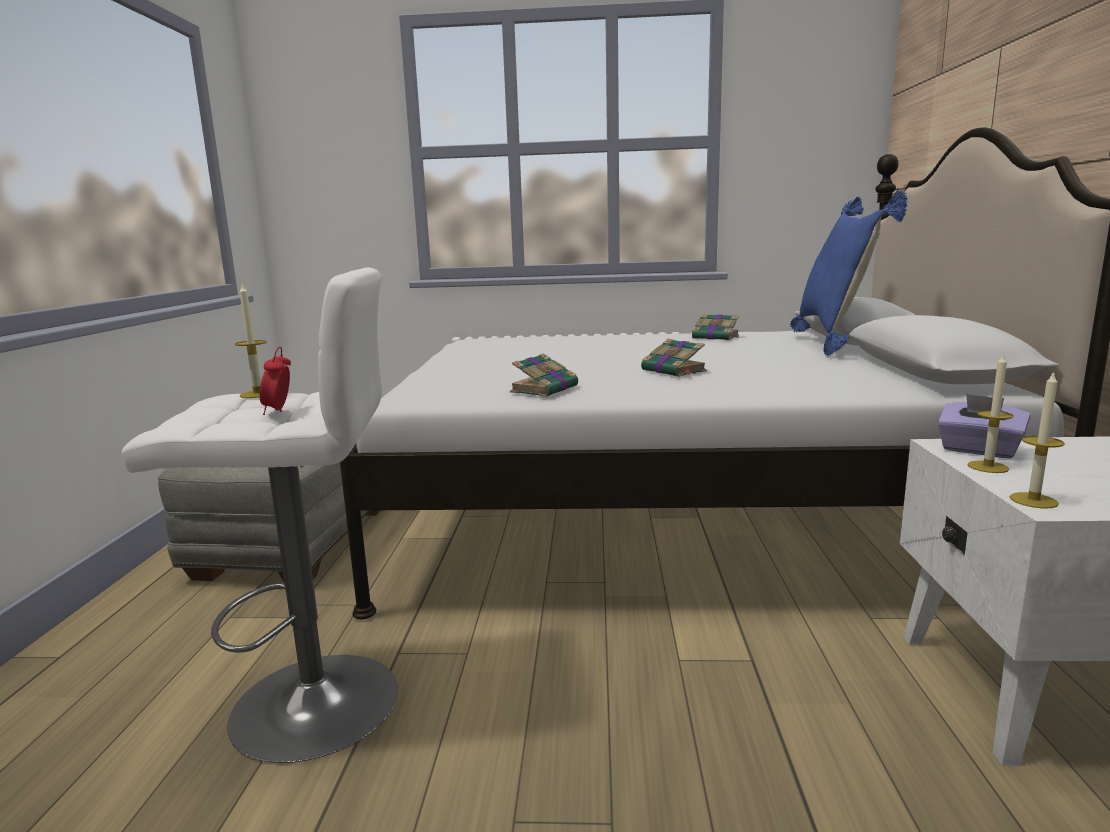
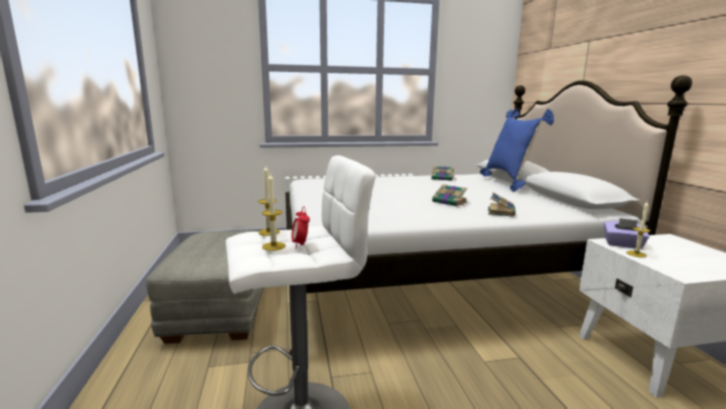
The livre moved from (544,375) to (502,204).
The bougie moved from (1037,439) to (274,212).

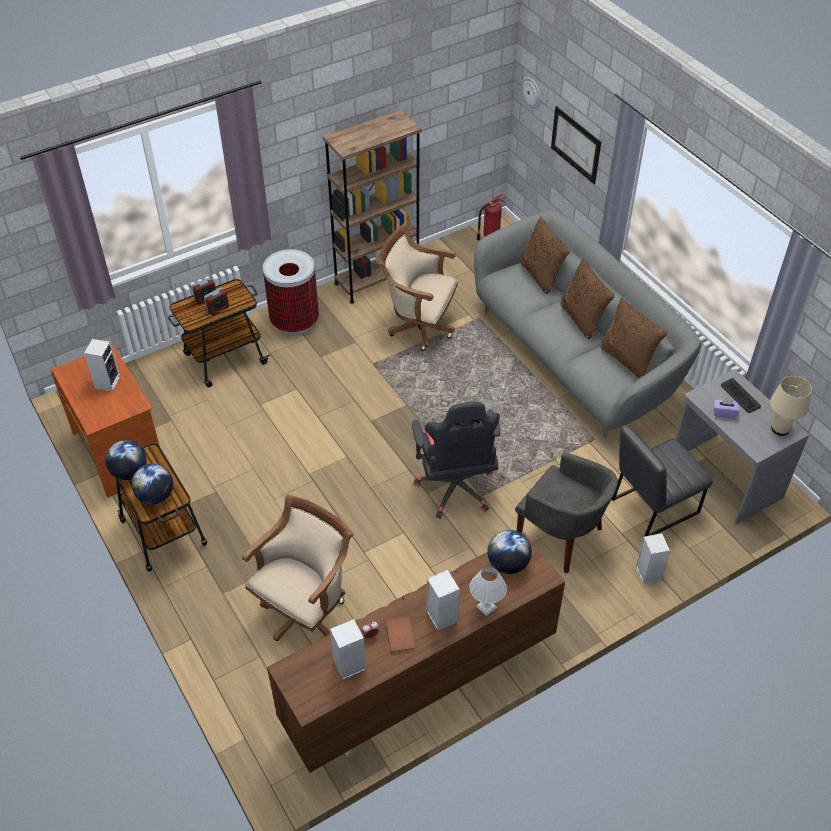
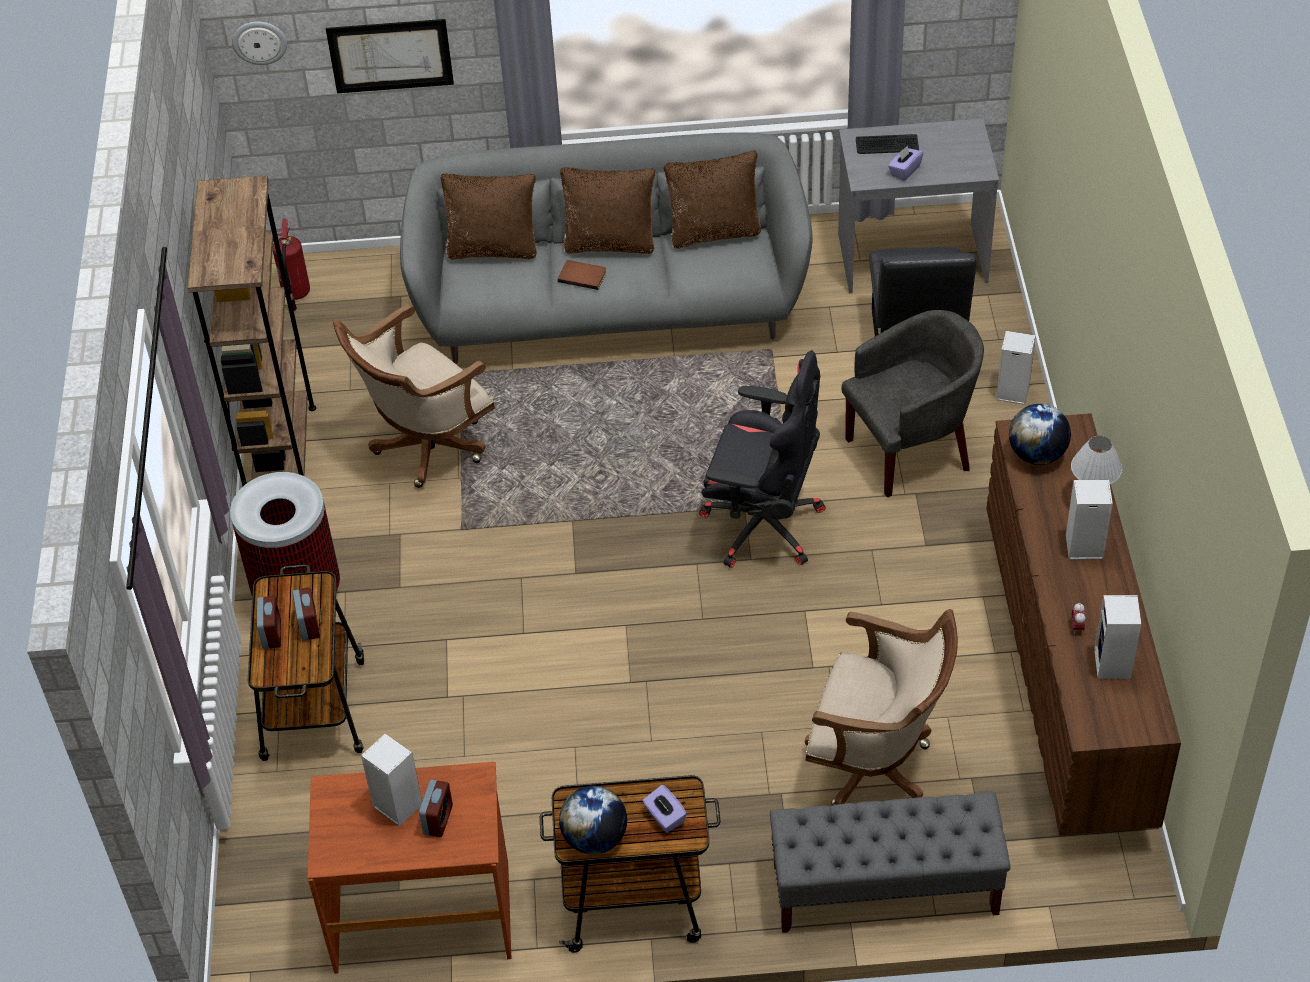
The lampe de table/beige at (791,406) disappeared.
The réveil at (436,808) appeared.
The banc/gris at (890,862) appeared.
The livre/marron moved from (400,635) to (582,275).
The globe at (152,484) was replaced by the boîte à mouchoirs/violet at (665,809).
The chaise de bureau at (297,567) turned 135 degrees clockwise.

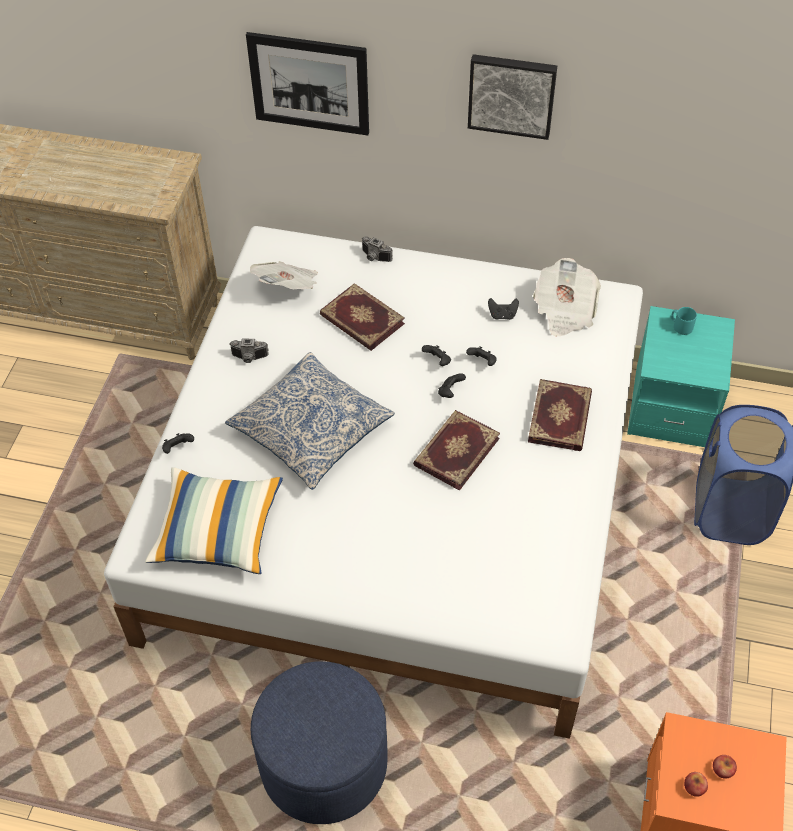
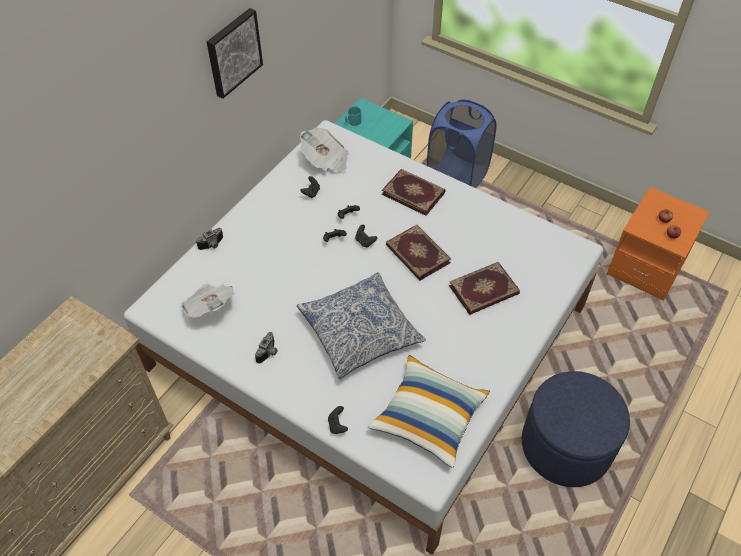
The tableau at (307,83) disappeared.
The livre moved from (362,317) to (484,288).

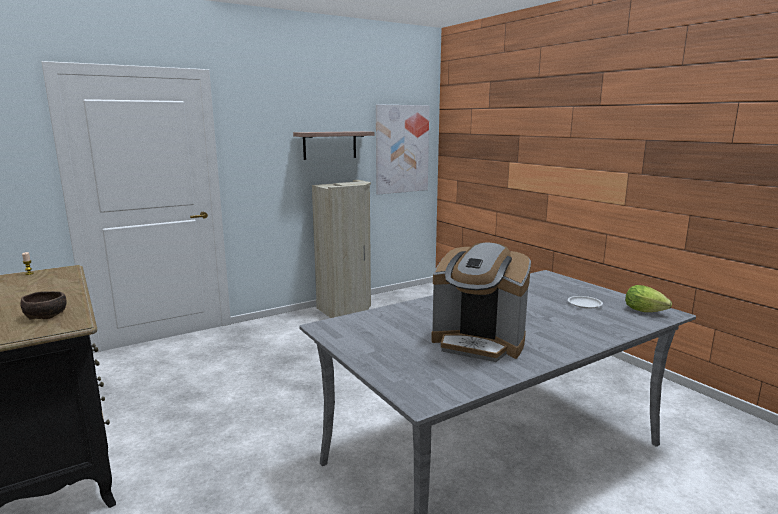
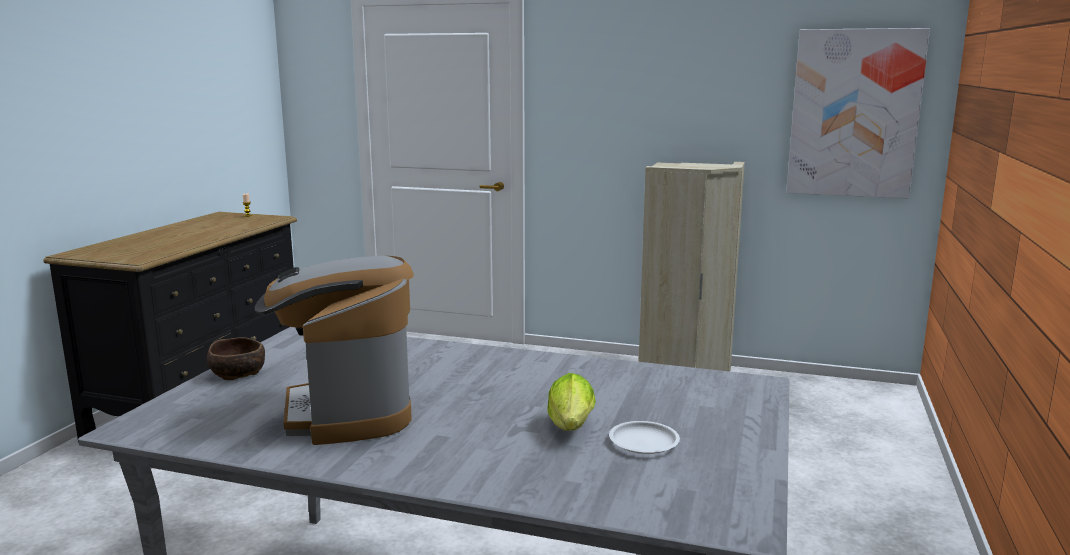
The étagère at (334,145) disappeared.
The bol/marron moved from (44,305) to (236,358).
The laitue moved from (648,298) to (572,402).

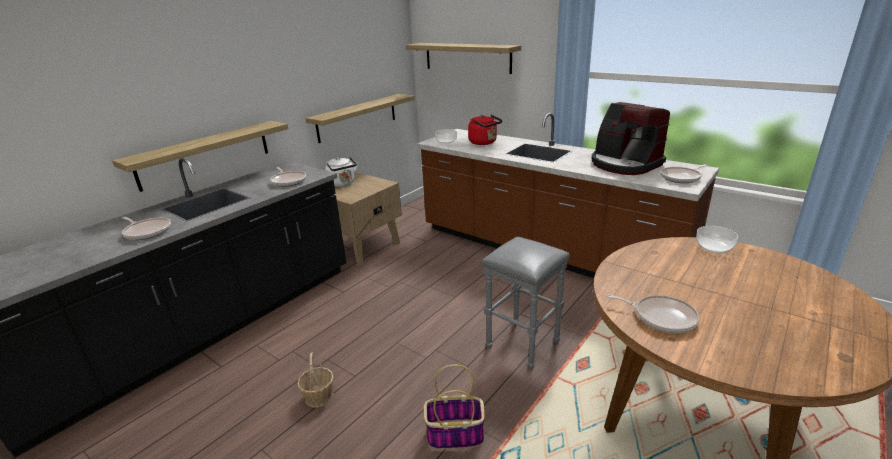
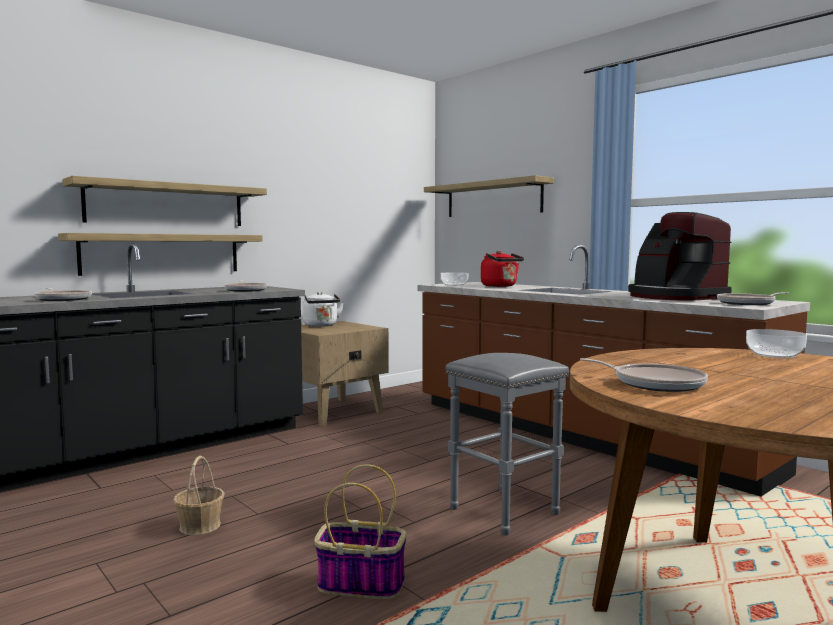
The étagère moved from (360,118) to (164,201).

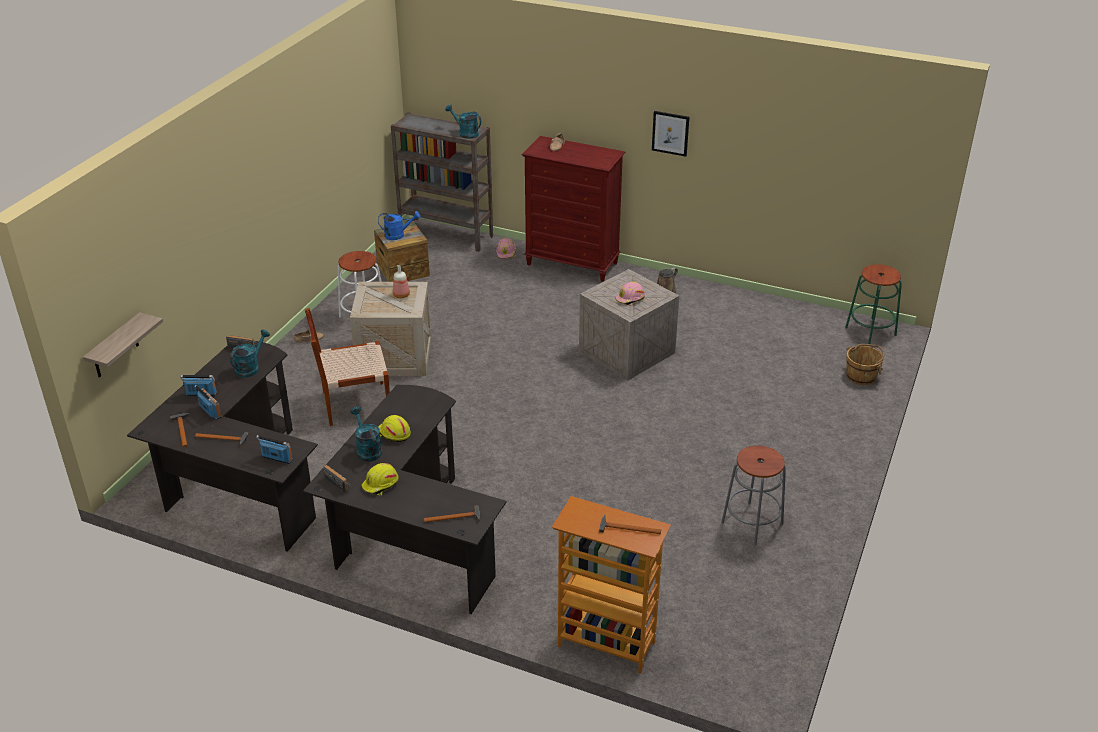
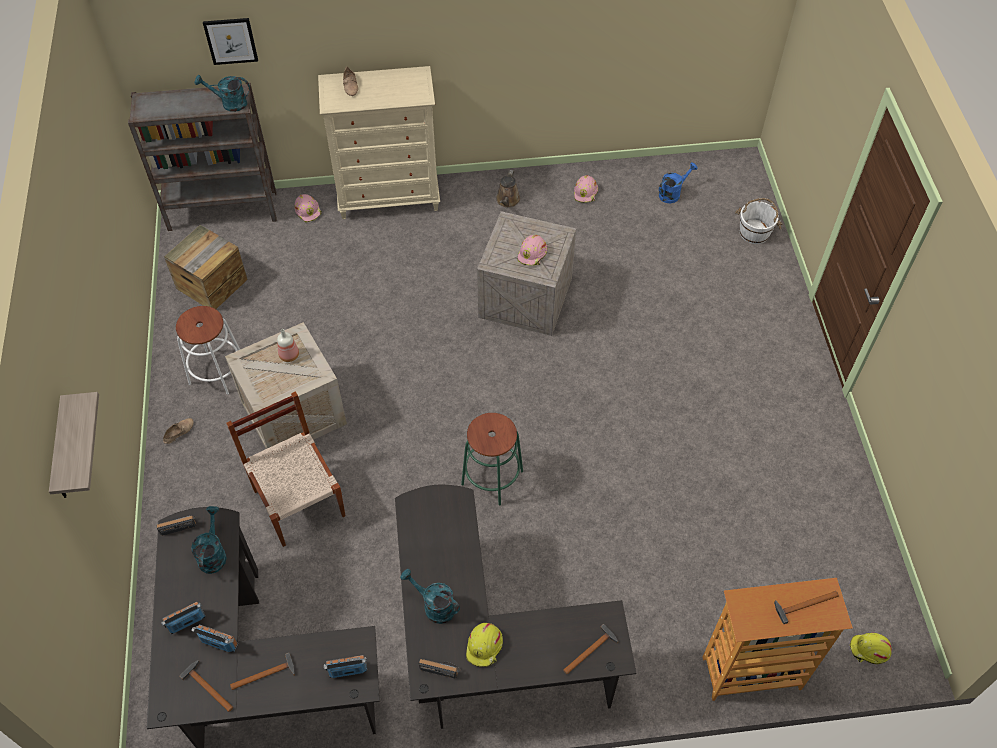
The tabouret/gris at (753,495) disappeared.
The casque de chantier/rose at (586,189) appeared.
The étagère moved from (123,345) to (74,445).
The arrosoir/bleu moved from (399,225) to (678,183).
The casque de chantier/jaune moved from (394,428) to (871,648).
The tableau moved from (670,134) to (230,41).
The tabouret/vert moved from (873,304) to (492,459).
The commode/rouge at (573,209) became the commode/beige at (379,142).
The seau/marron at (865,364) became the seau/blanc at (758,221).
The chaise at (347,367) turned 105 degrees clockwise.

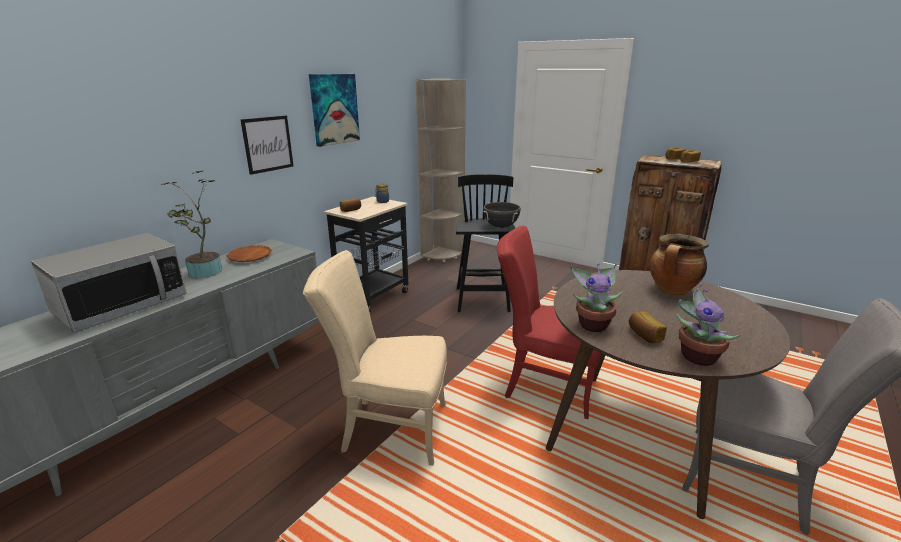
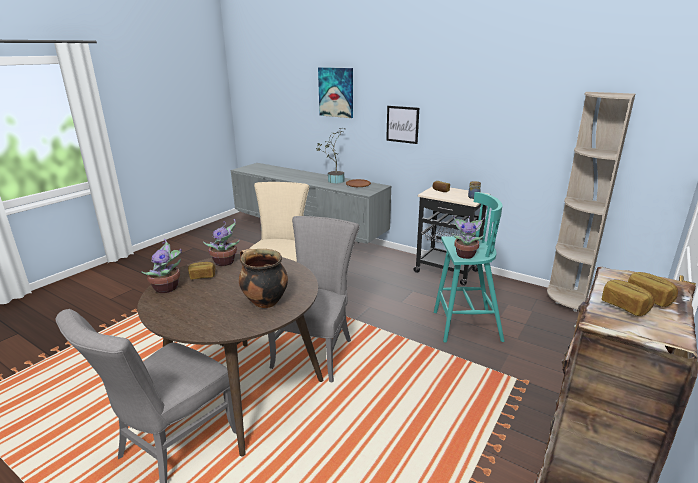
The micro-ondes at (109,283) disappeared.
The tableau moved from (334,110) to (335,92).
The marmite/noir at (502,215) was replaced by the plante en pot at (468,237).
The tabouret/noir at (485,243) became the tabouret/turquoise at (469,267).
The chaise/rouge at (549,322) became the chaise/gris at (314,299).

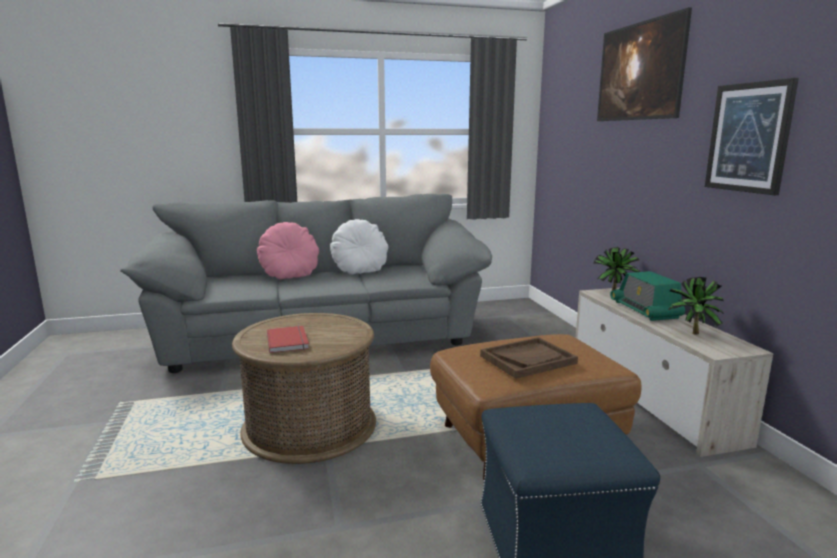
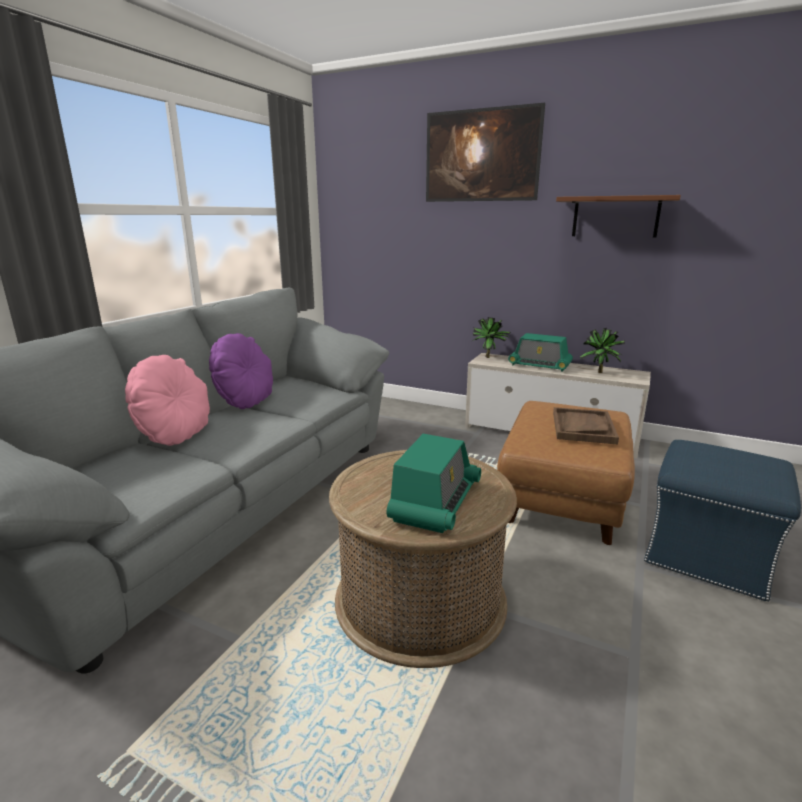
The livre/rouge at (288,339) was replaced by the radio at (434,483).
The tableau at (752,136) was replaced by the étagère/marron at (618,216).
The coussin/blanc at (359,246) became the coussin/violet at (241,371).

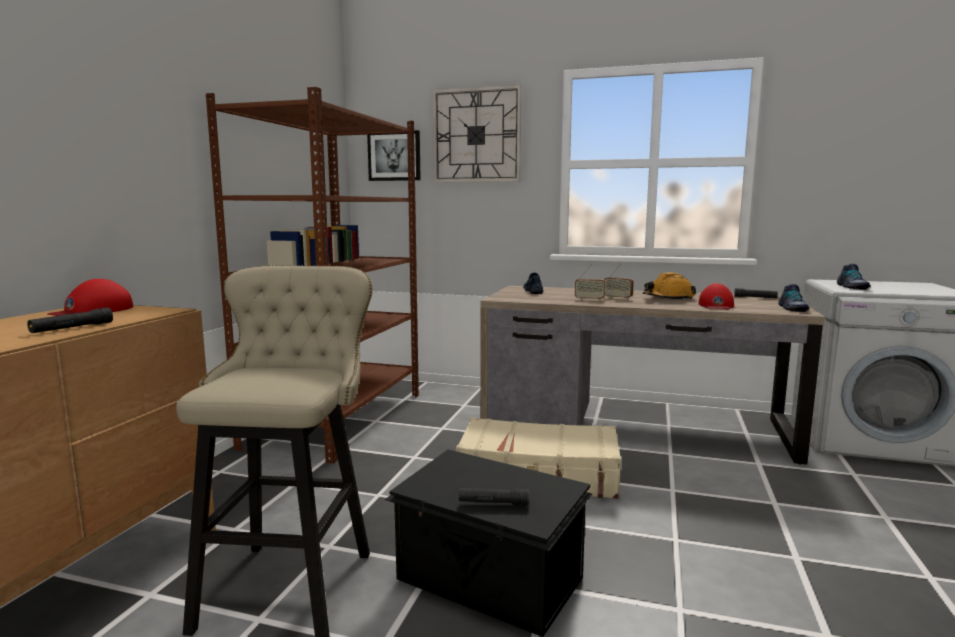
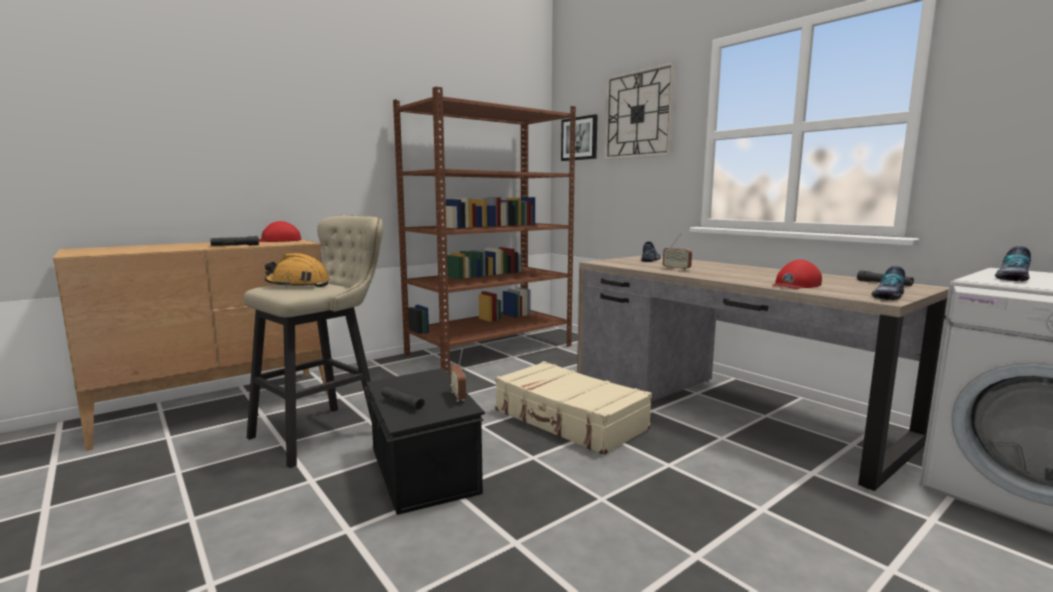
The radio moved from (619,281) to (458,375).
The casque de chantier/orange moved from (669,286) to (297,270).

